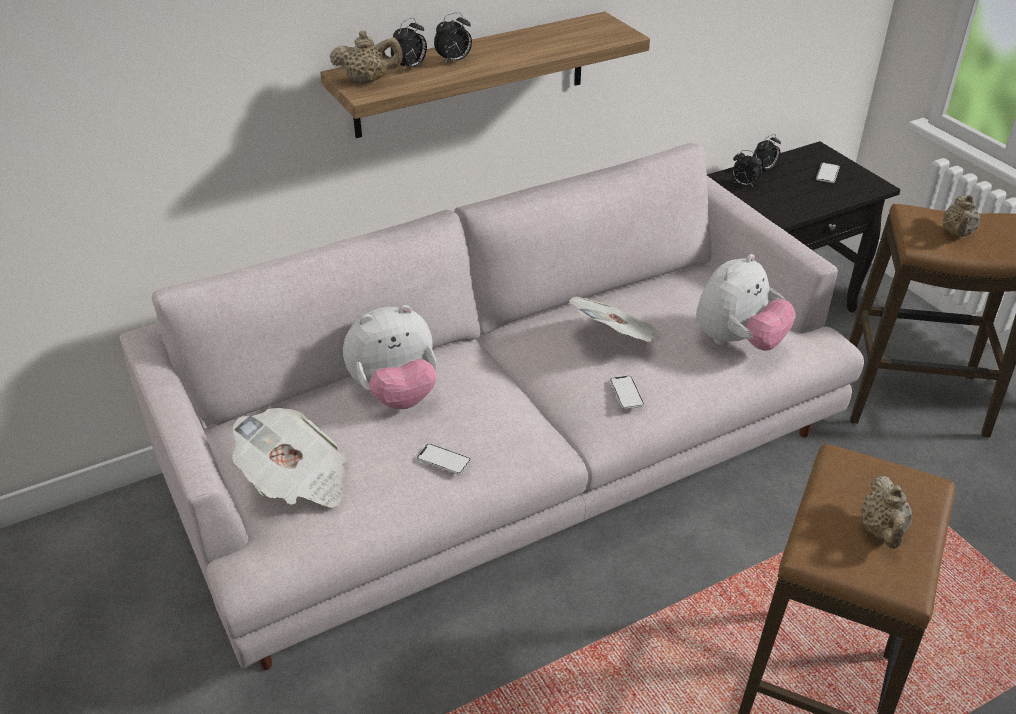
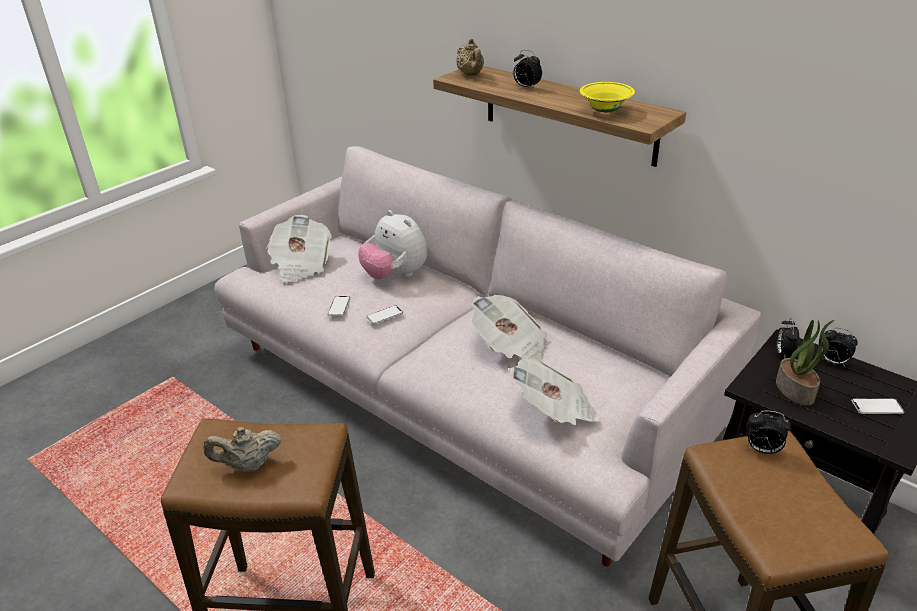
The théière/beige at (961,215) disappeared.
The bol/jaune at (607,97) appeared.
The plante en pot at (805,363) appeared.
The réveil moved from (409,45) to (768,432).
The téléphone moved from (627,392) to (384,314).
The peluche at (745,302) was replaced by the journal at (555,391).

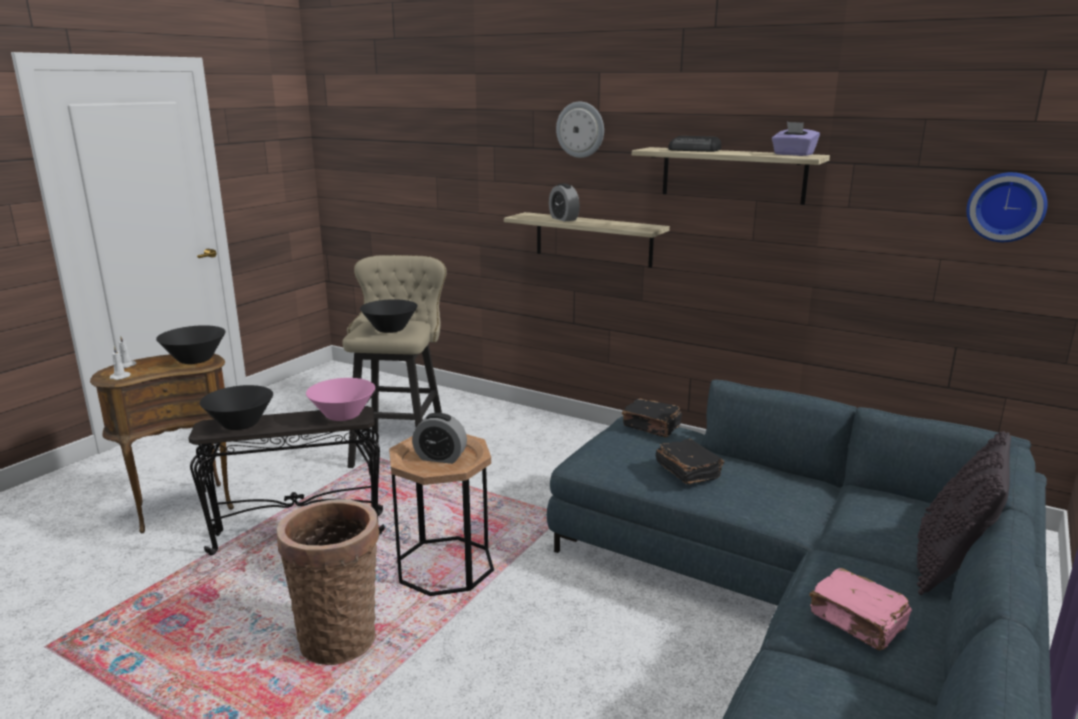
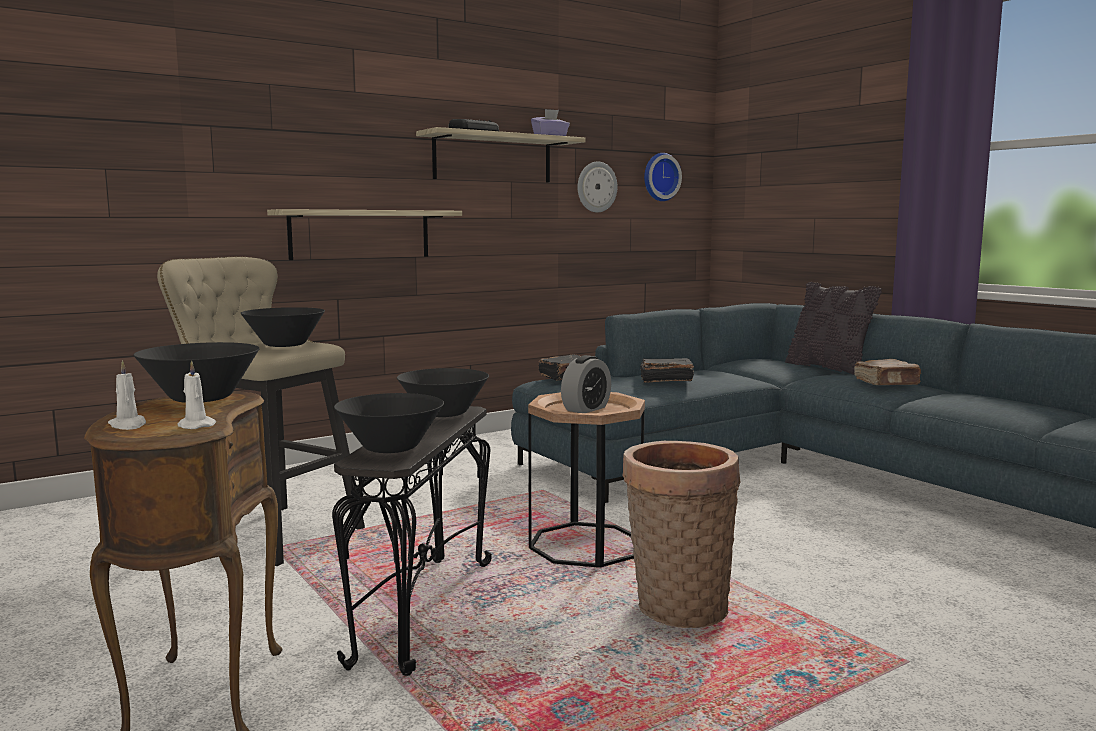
The réveil at (564,202) disappeared.
The horloge murale moved from (580,129) to (598,187).
The bol/rose at (340,399) became the bol/noir at (443,392).
The livre/rose at (860,609) became the livre/marron at (887,372).

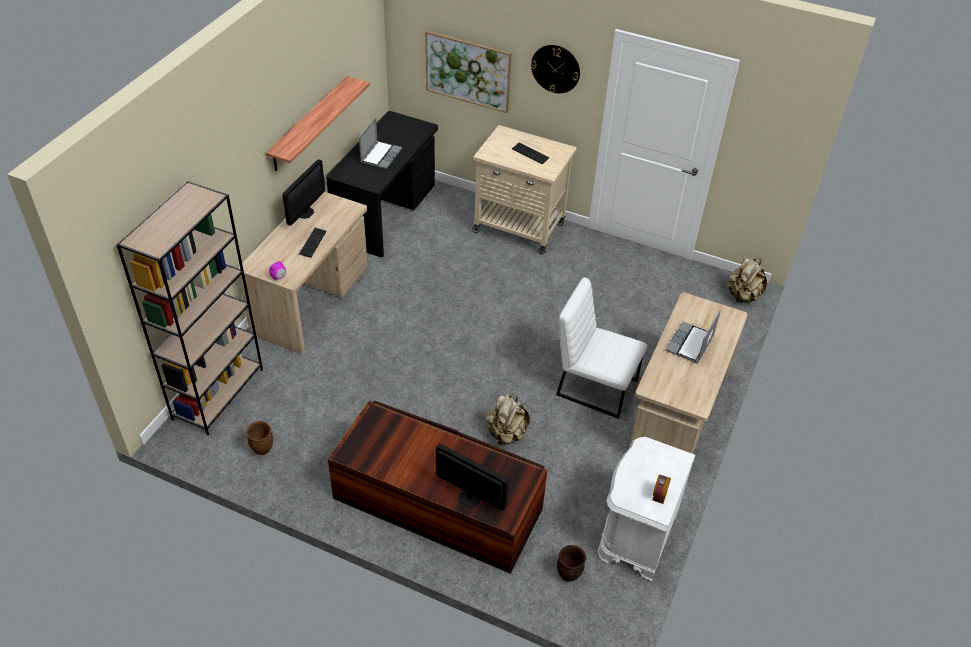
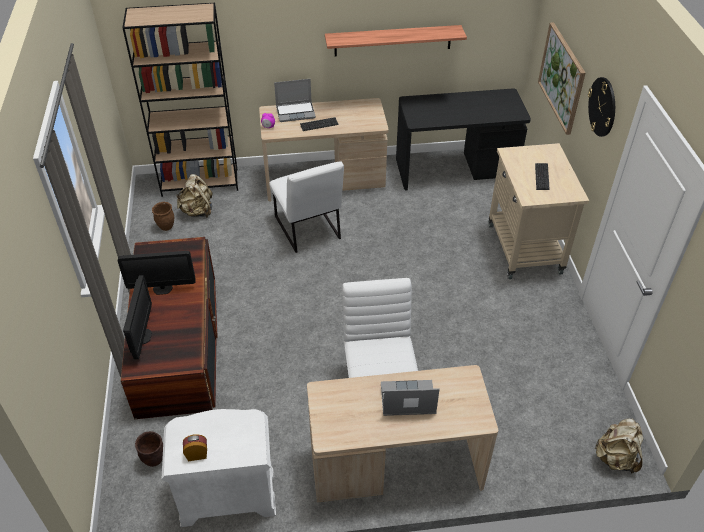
The chaise/blanc at (306,207) appeared.
The écran d'ordinateur moved from (304,192) to (157,273).
The ordinateur portable moved from (380,143) to (295,100).
The sac à dos/beige moved from (508,419) to (195,195).

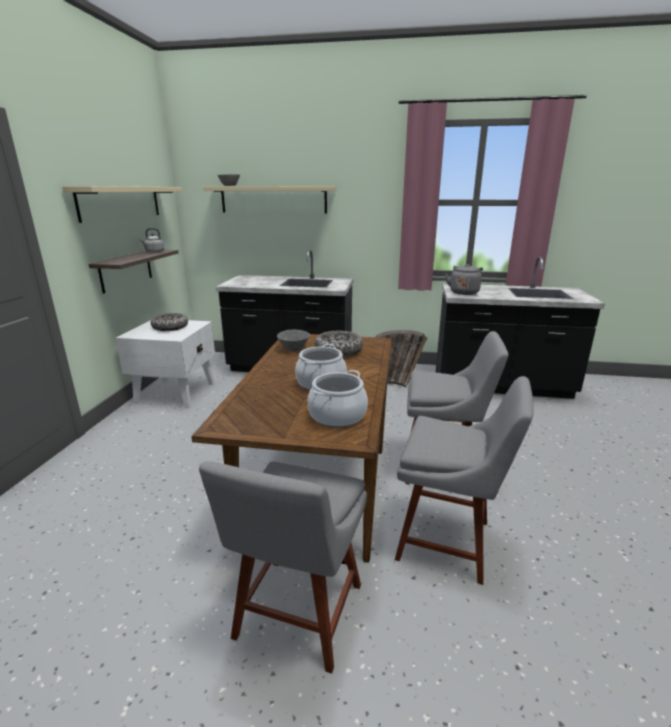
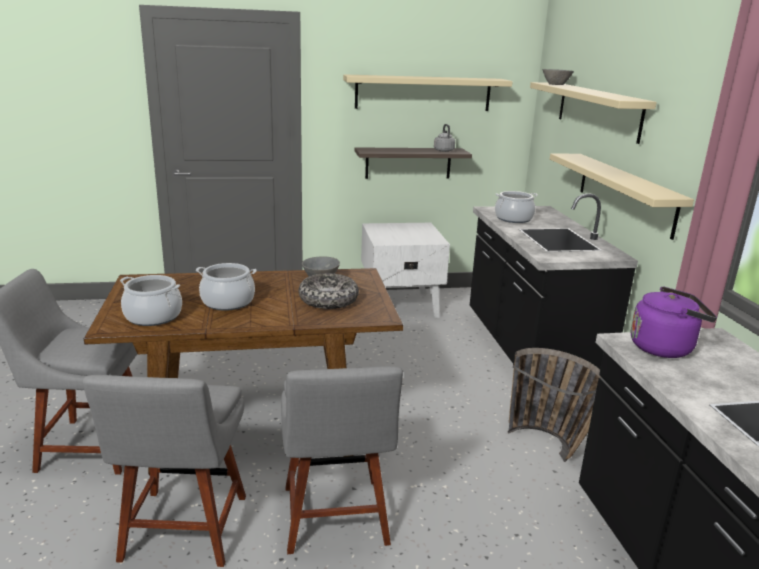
The bol at (169,322) disappeared.
The marmite at (516,207) appeared.
The étagère/beige at (622,197) appeared.
The bouilloire/gris at (464,279) became the bouilloire/violet at (674,322).

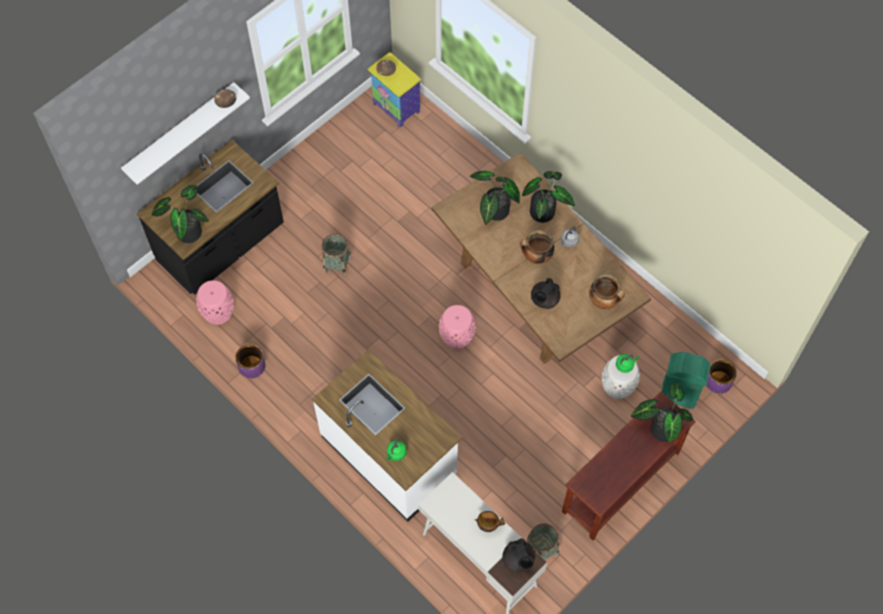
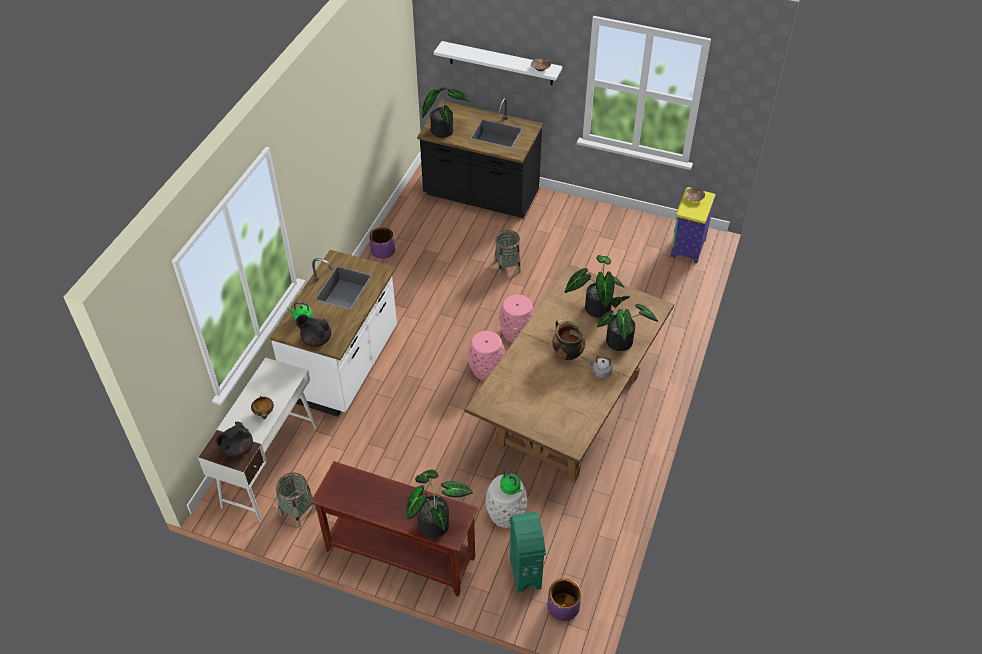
The marmite at (607,291) disappeared.
The tabouret/rose moved from (215,302) to (516,319).
The théière/noir moved from (545,293) to (313,330).

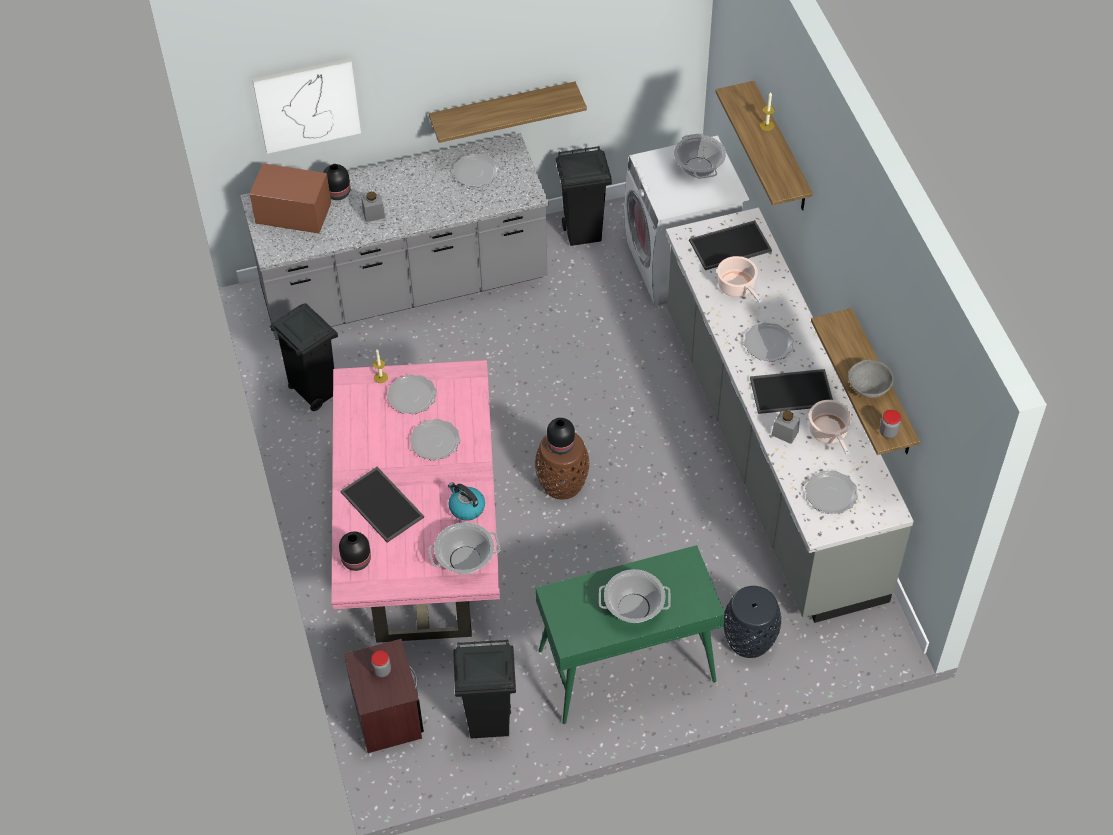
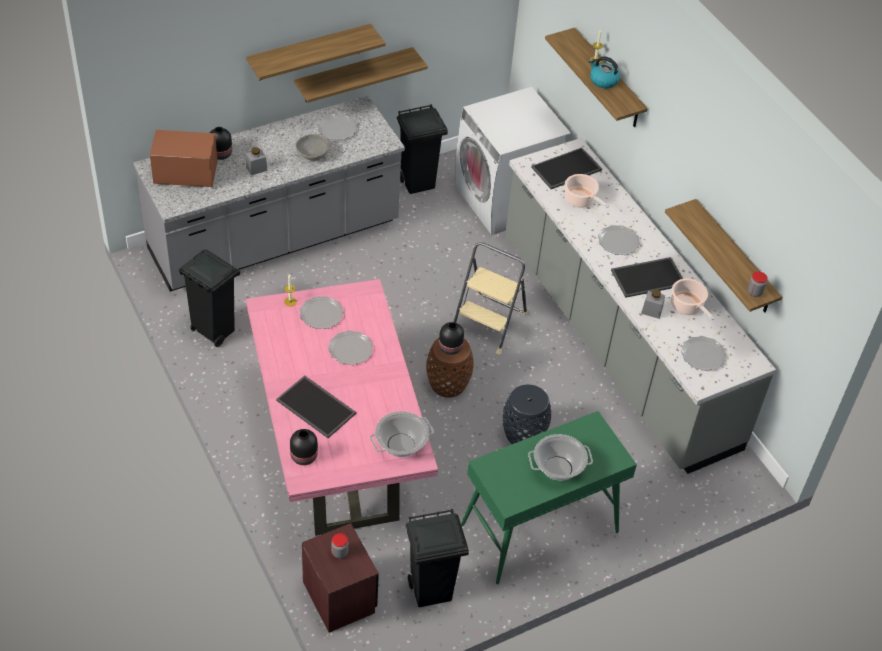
The tableau at (306,106) disappeared.
The marmite at (700,156) disappeared.
The étagère at (316,52) appeared.
The escabeau/beige at (490,298) appeared.
The bouilloire moved from (466,501) to (604,72).
The tabouret/noir moved from (752,622) to (526,414).
The bol/gris moved from (870,379) to (312,147).

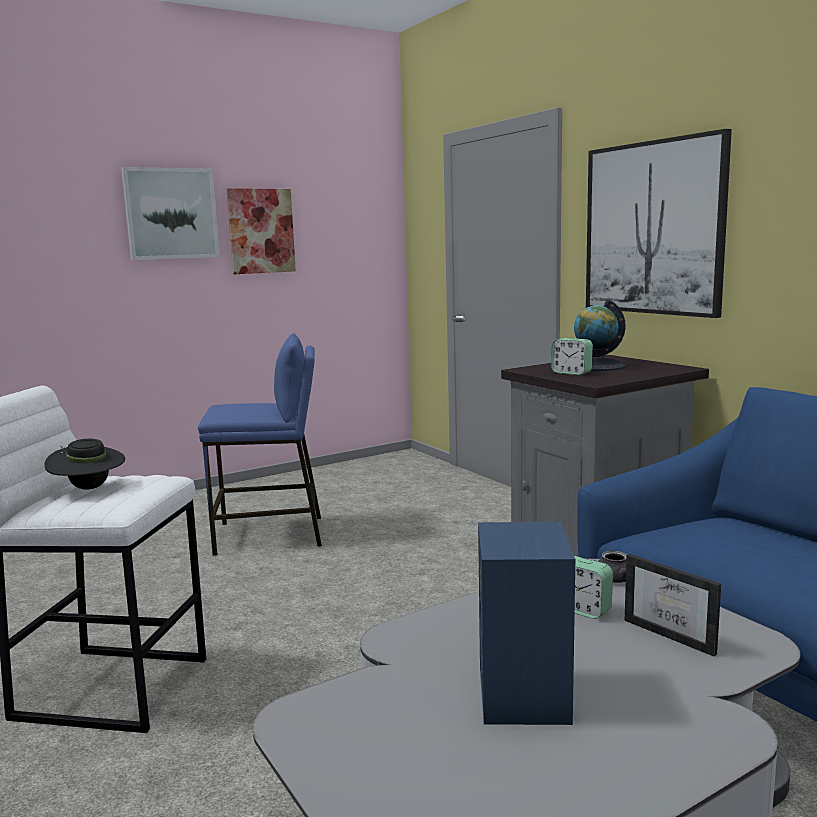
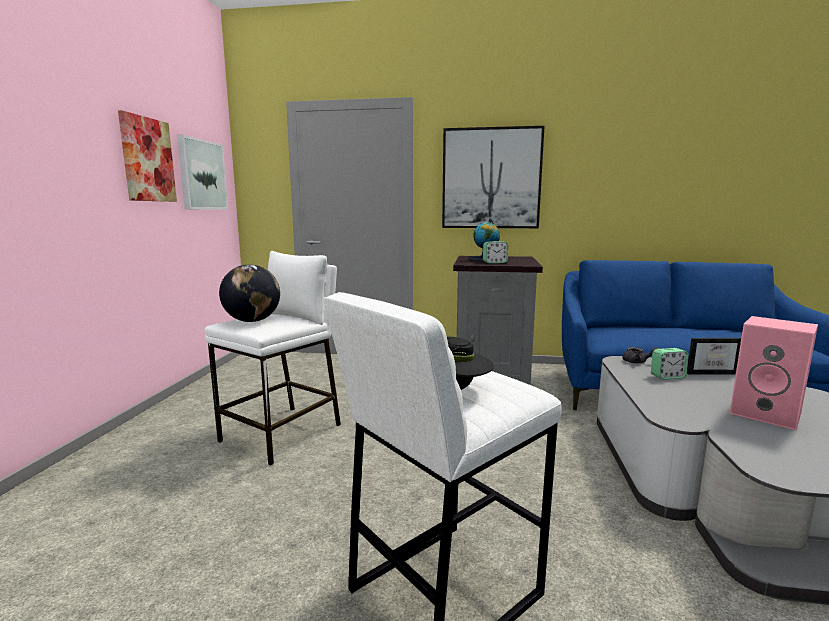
The globe at (249,293) appeared.
The tableau moved from (170,213) to (202,172).
The tabouret/bleu at (260,444) became the tabouret/blanc at (272,358).
The enceinte/bleu at (526,623) became the enceinte/rose at (774,373).

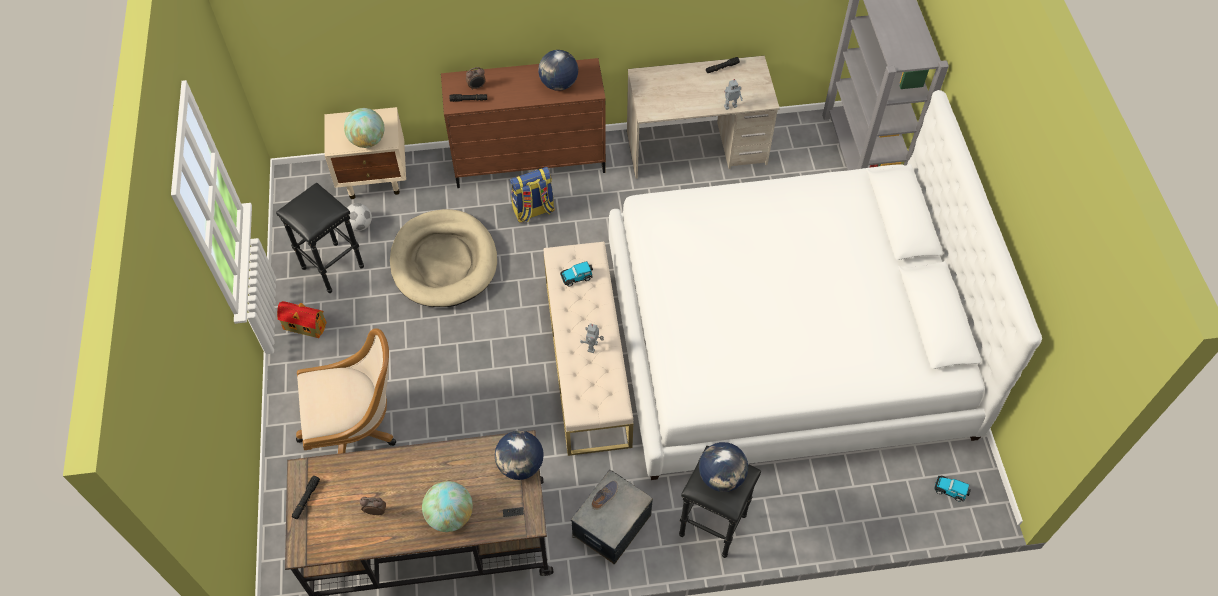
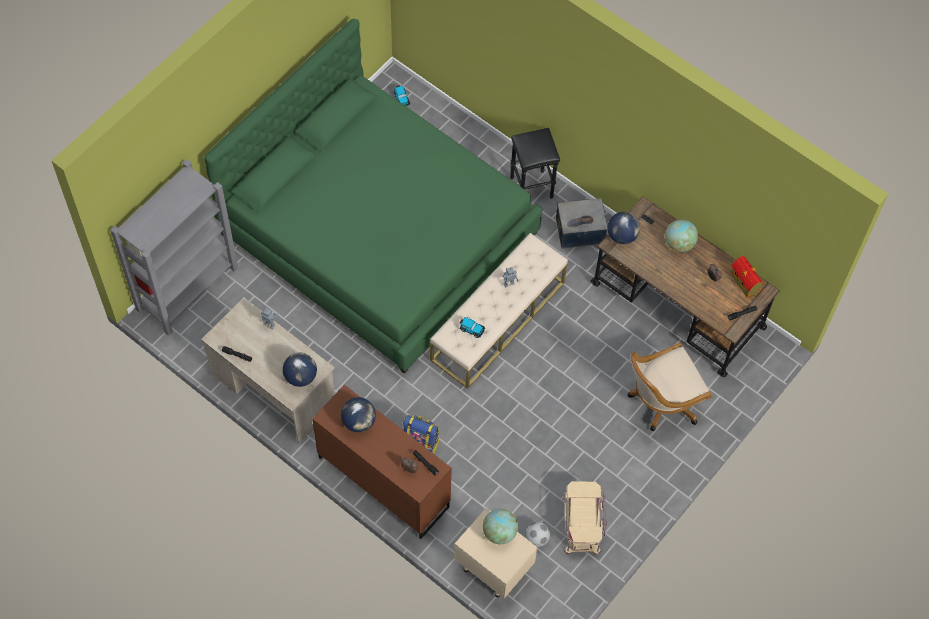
The panier pour chien/beige at (443,258) disappeared.
The maison miniature moved from (302,319) to (747,277).
The globe moved from (723,467) to (300,370).
The tabouret/noir at (320,238) was replaced by the boîte de rangement/beige at (585,518).
The lit/blanc at (825,285) became the lit/vert at (373,196).
The chaise de bureau at (346,391) turned 60 degrees counterclockwise.

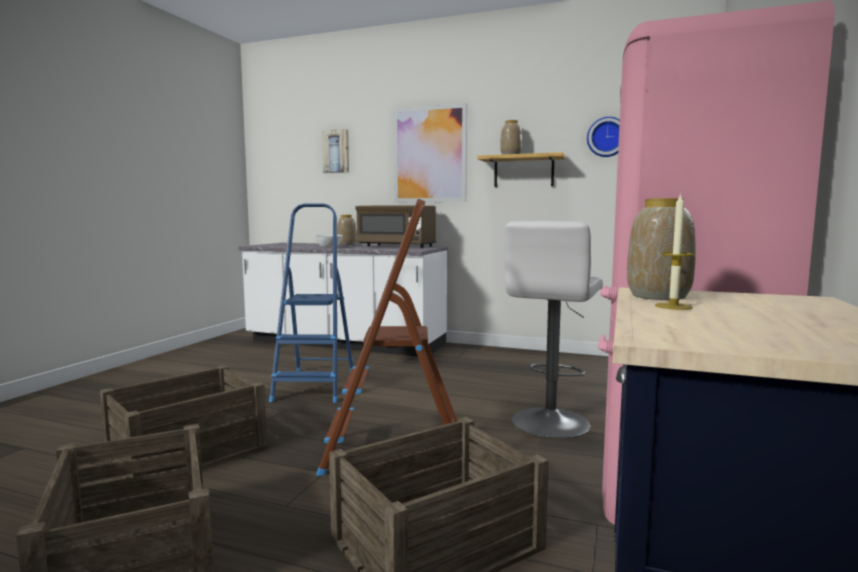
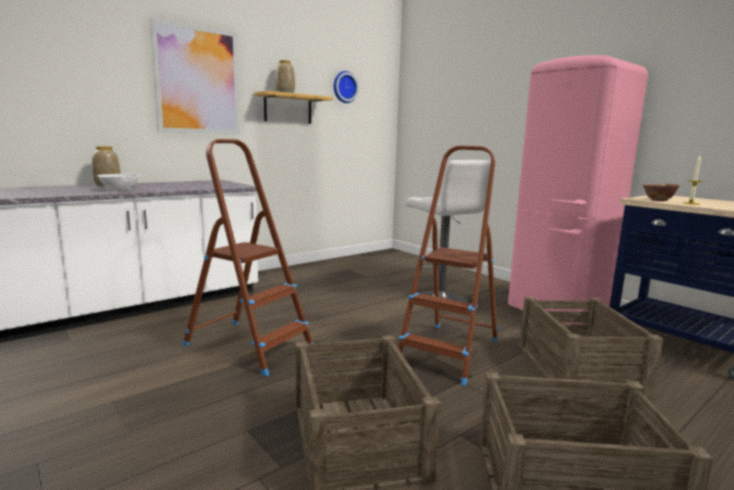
The tableau at (335,151) disappeared.
The micro-ondes/marron at (395,226) disappeared.
The vase at (661,249) was replaced by the bol at (661,192).
The escabeau/bleu at (311,303) became the escabeau/marron at (248,257).

